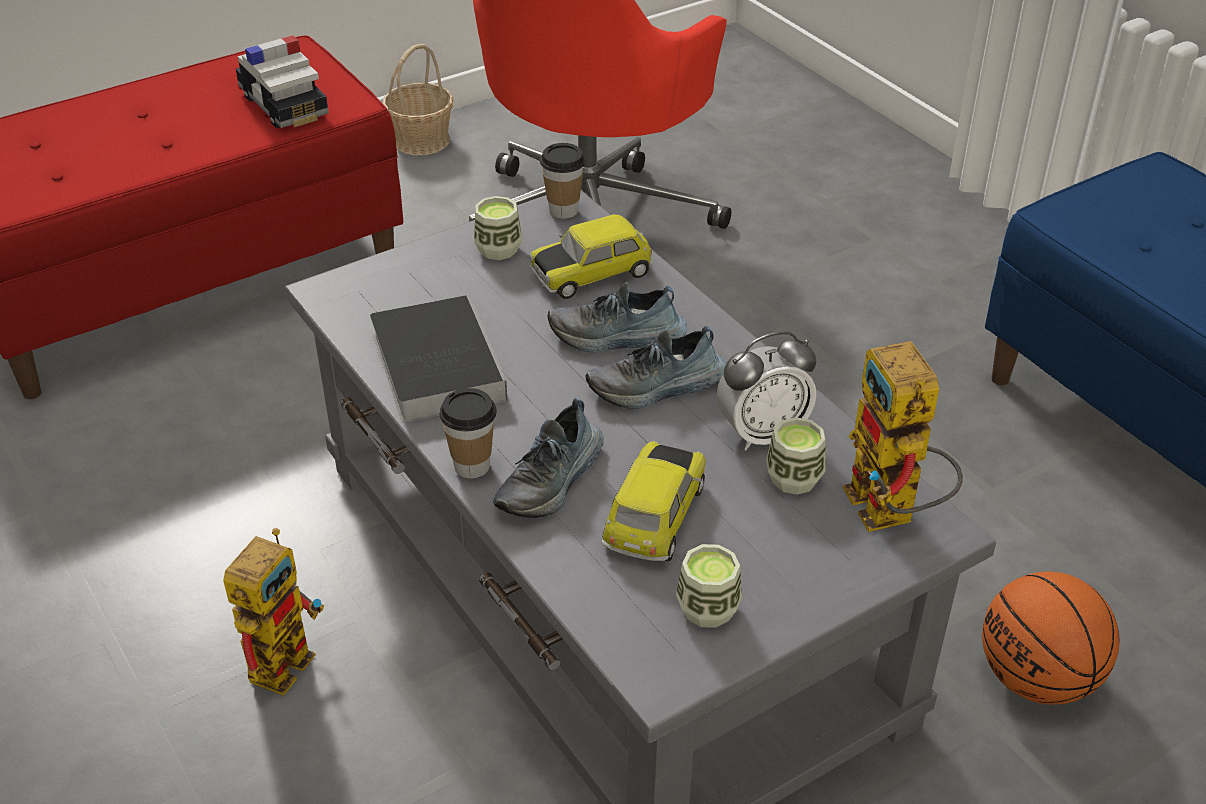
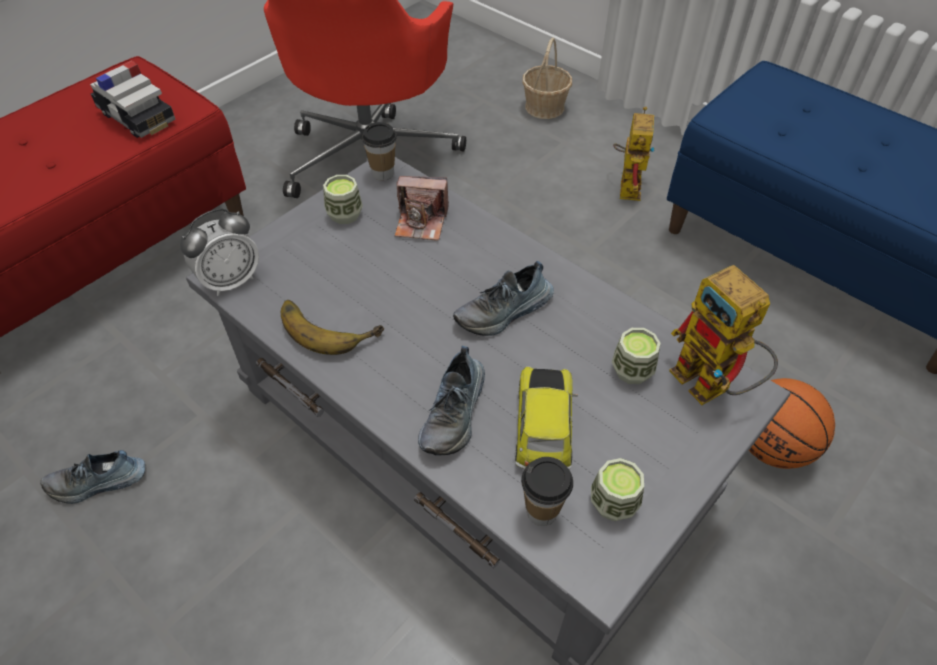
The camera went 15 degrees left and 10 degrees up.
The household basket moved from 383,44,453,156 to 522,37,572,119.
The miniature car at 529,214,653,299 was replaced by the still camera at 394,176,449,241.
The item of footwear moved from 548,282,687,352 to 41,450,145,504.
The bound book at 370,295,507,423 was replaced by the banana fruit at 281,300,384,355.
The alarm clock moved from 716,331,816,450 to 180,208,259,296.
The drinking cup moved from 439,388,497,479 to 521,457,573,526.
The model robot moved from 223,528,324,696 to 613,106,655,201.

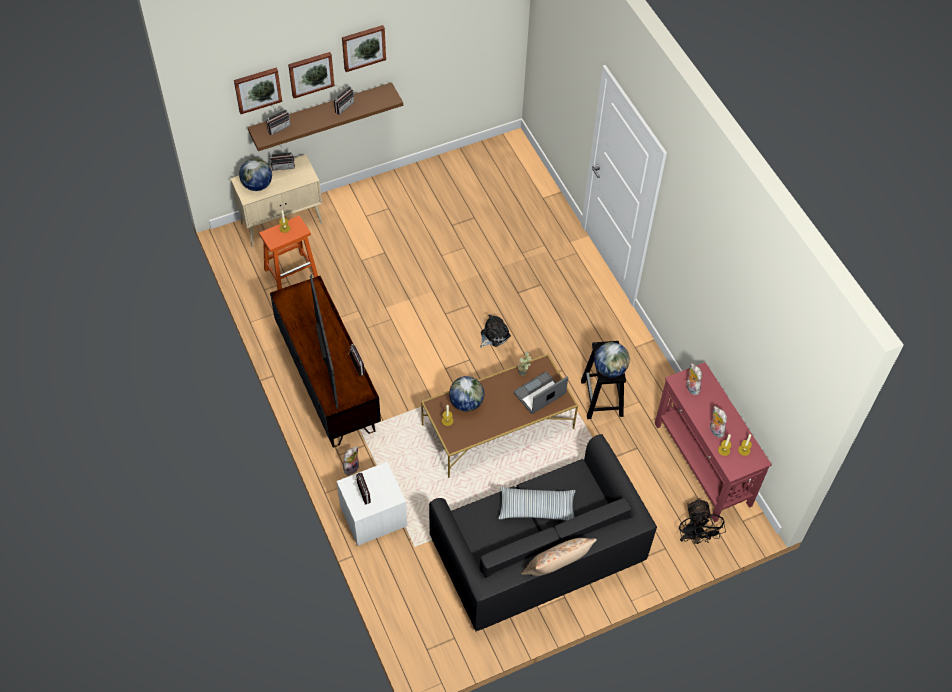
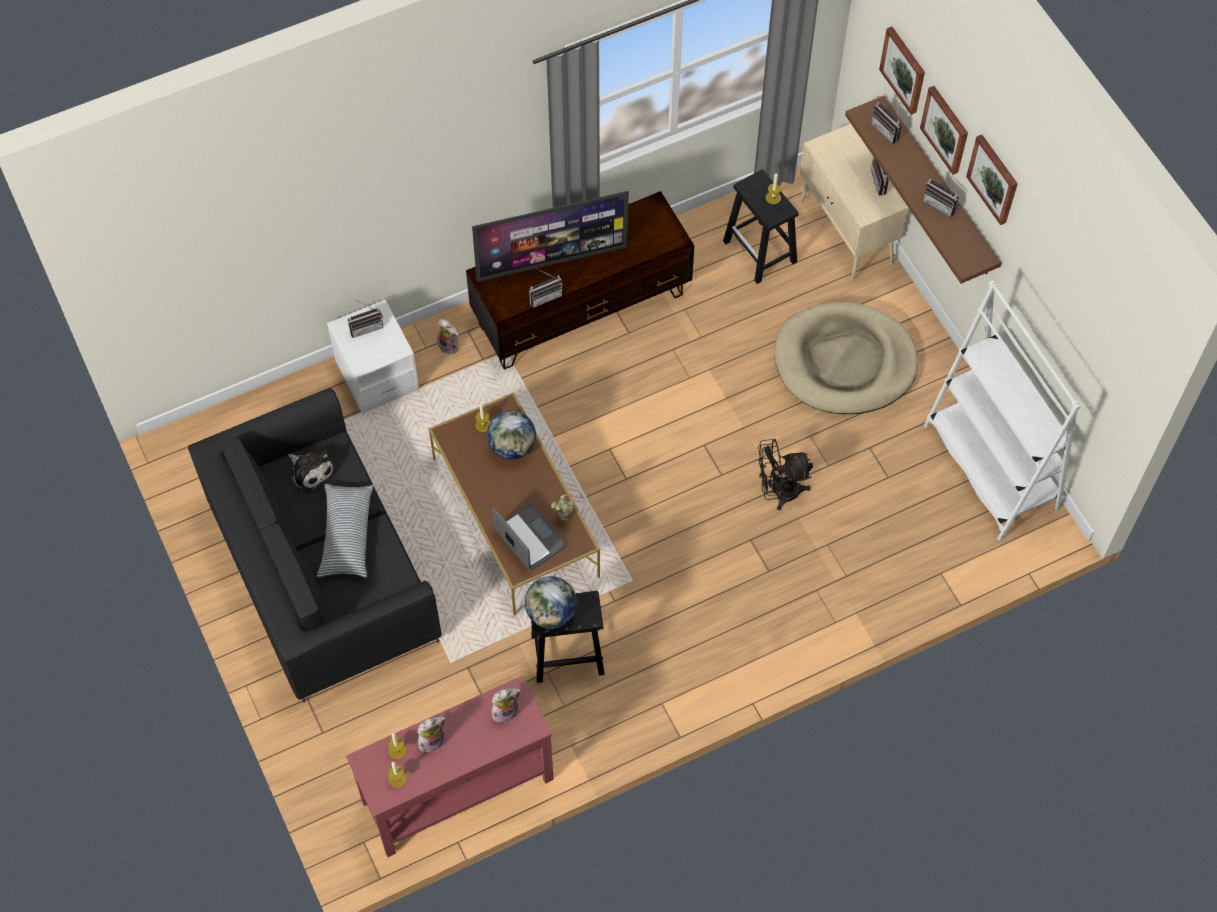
The camera went 90 degrees right and 5 degrees up.
The globe at 239,158,272,191 disappeared.
The orangey stool seat at 259,216,318,290 became the blackish stool seat at 723,169,799,284.
The cuddly toy moved from 480,314,511,348 to 288,450,335,493.
The blackish cooling fan moved from 679,498,726,544 to 758,439,813,511.
The sand-coloured throw pillow at 521,538,597,576 disappeared.
The whitish shelving unit at 924,280,1080,541 appeared.
The sand-coloured dog bed at 774,302,918,414 appeared.

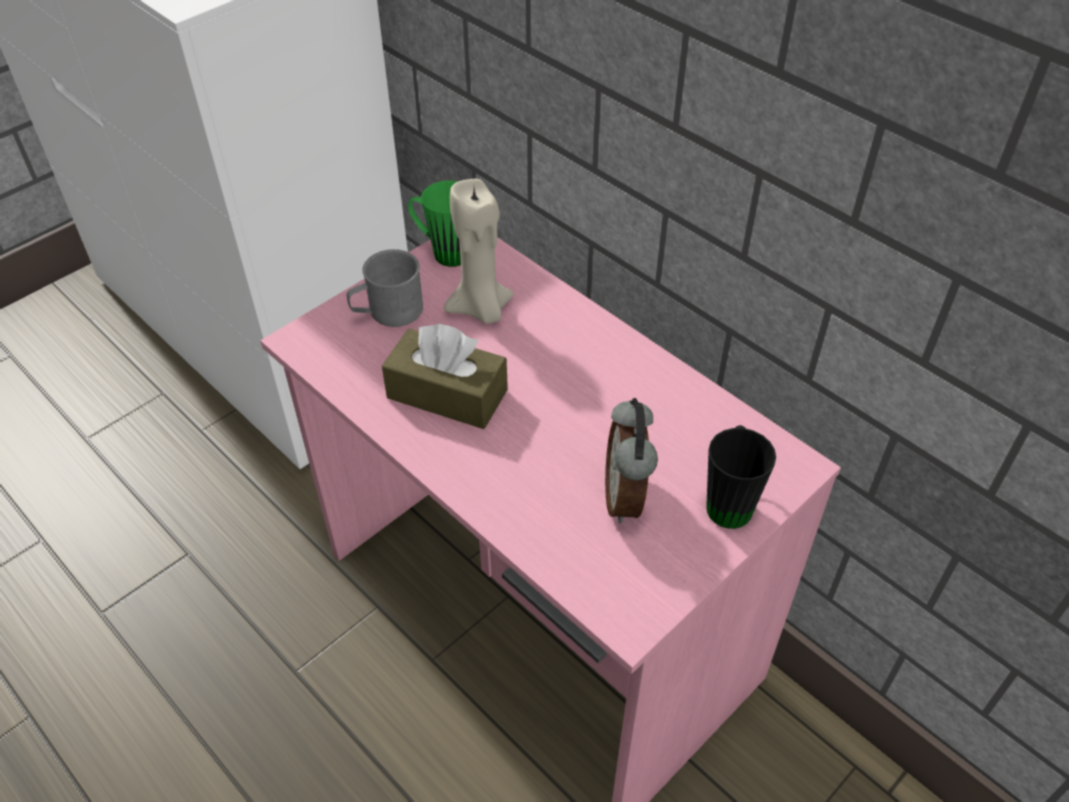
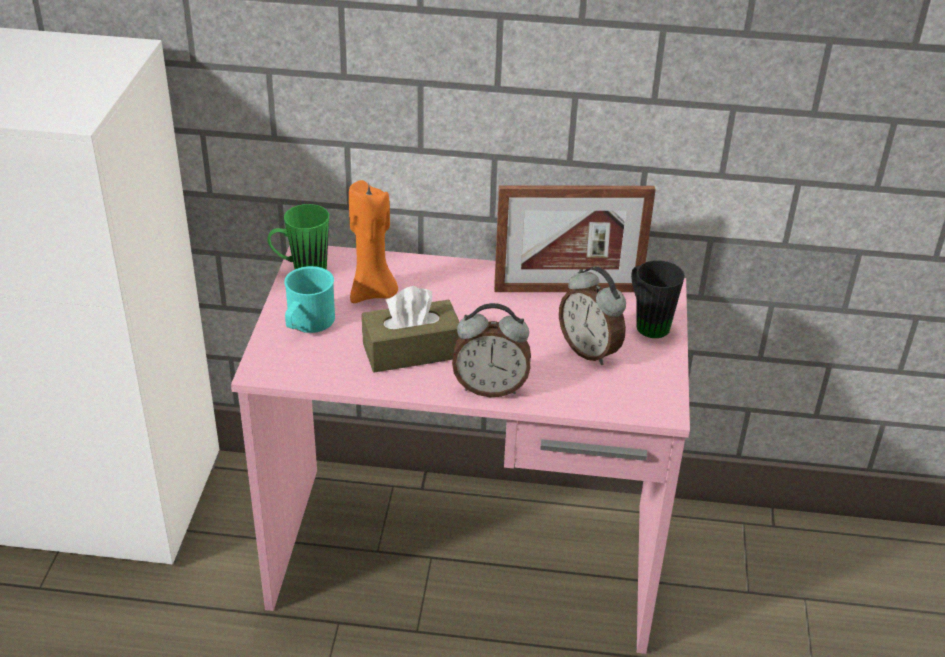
The camera went 40 degrees left and 10 degrees down.
The sand-coloured wax light at 444,179,514,324 became the orangey wax light at 349,180,398,303.
The grey tea mug at 346,249,423,327 became the blue-green tea mug at 284,266,335,333.
The photo frame at 494,185,656,292 appeared.
The alarm clock at 452,303,531,397 appeared.

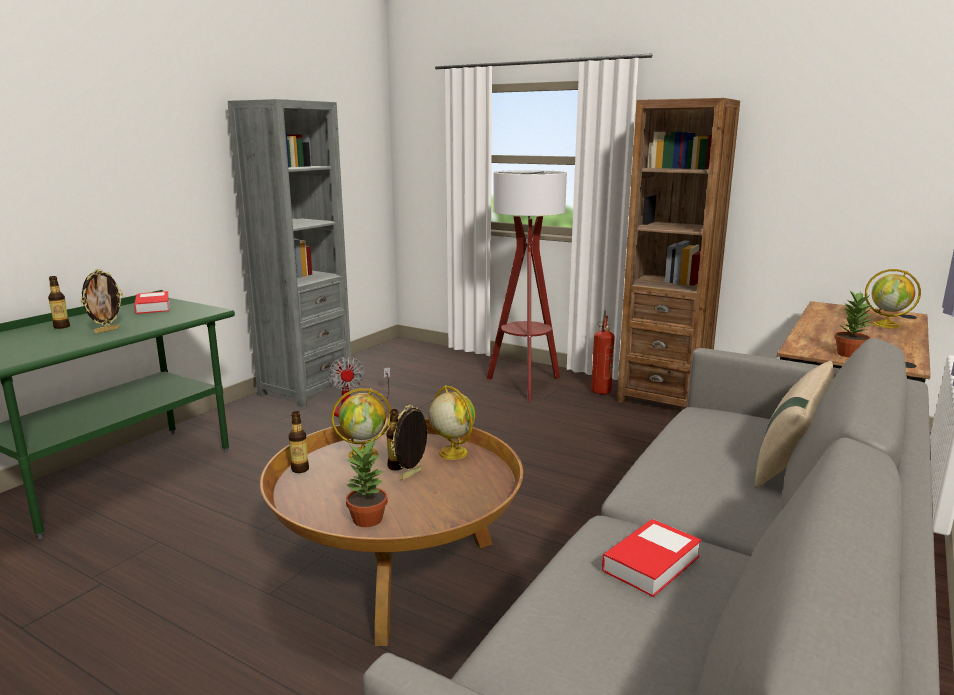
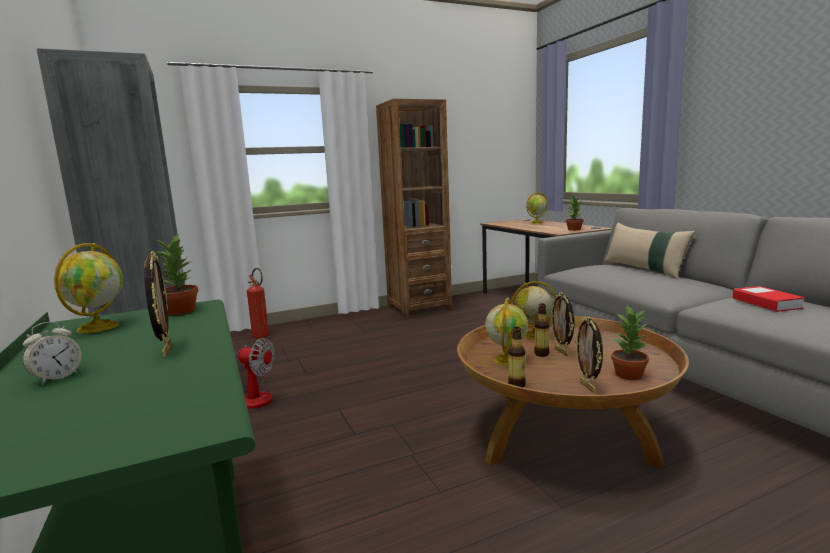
The camera went 55 degrees left and 5 degrees down.
The standard lamp at 487,170,567,401 disappeared.
The beverage bottle at 48,276,70,329 was replaced by the alarm clock at 23,322,82,385.
The bound book at 134,291,170,314 was replaced by the globe at 54,243,123,334.
The fire-fighting cylinder moved from 591,310,615,394 to 247,268,269,339.
The houseplant at 155,233,198,315 appeared.
The photo frame at 575,316,603,393 appeared.

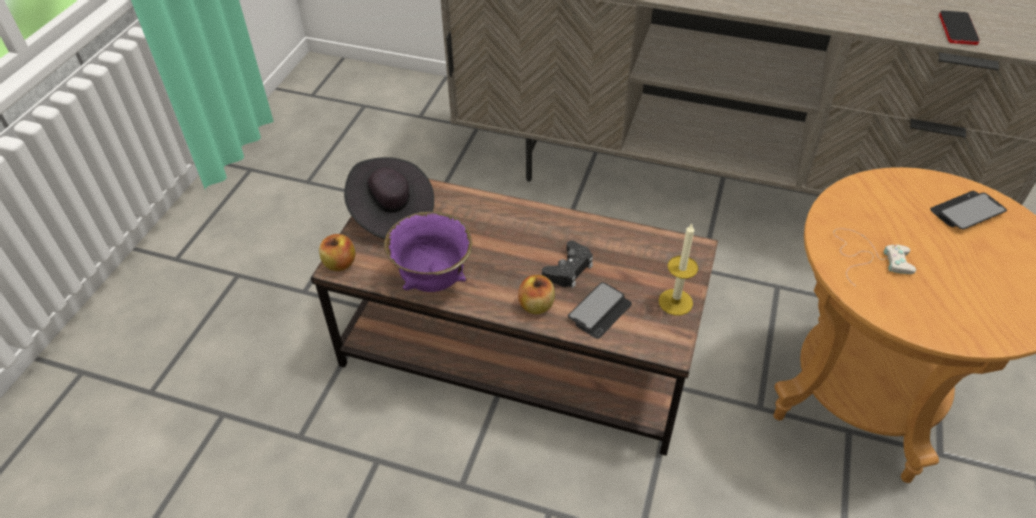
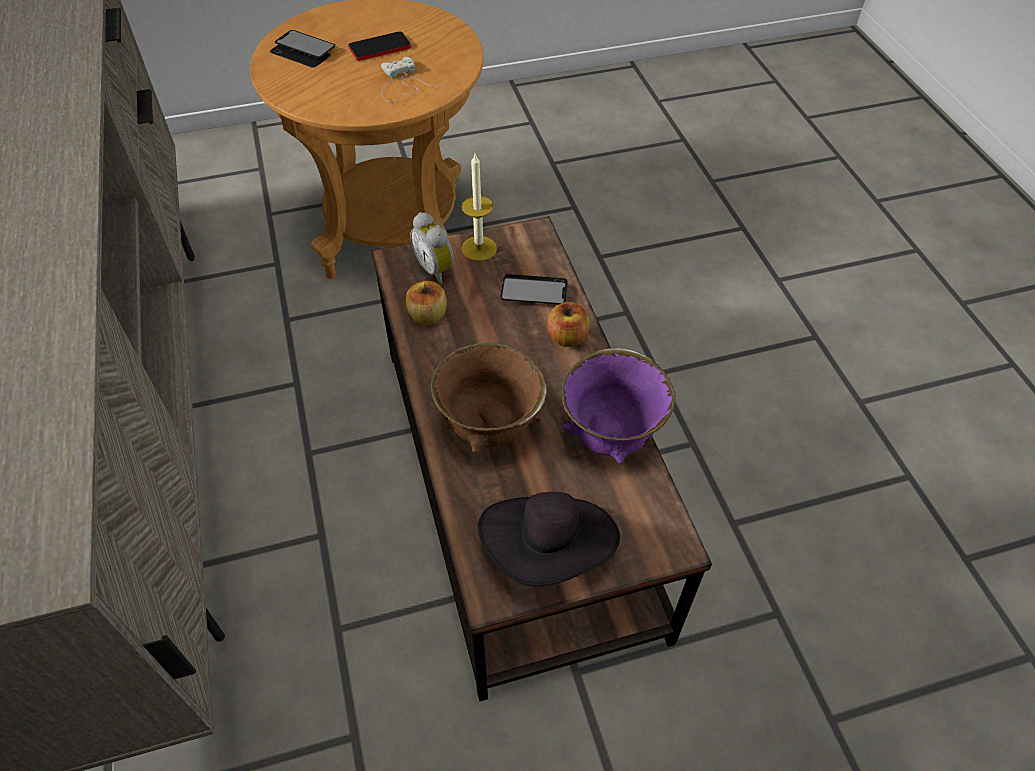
The camera went 125 degrees left and 5 degrees up.
The telephone moved from 939,11,980,45 to 348,32,411,61.
The apple moved from 319,234,355,271 to 406,281,447,325.
The blackish joypad at 542,240,593,288 disappeared.
The alarm clock at 410,212,454,285 appeared.
The brown-coloured serving bowl at 431,343,547,453 appeared.

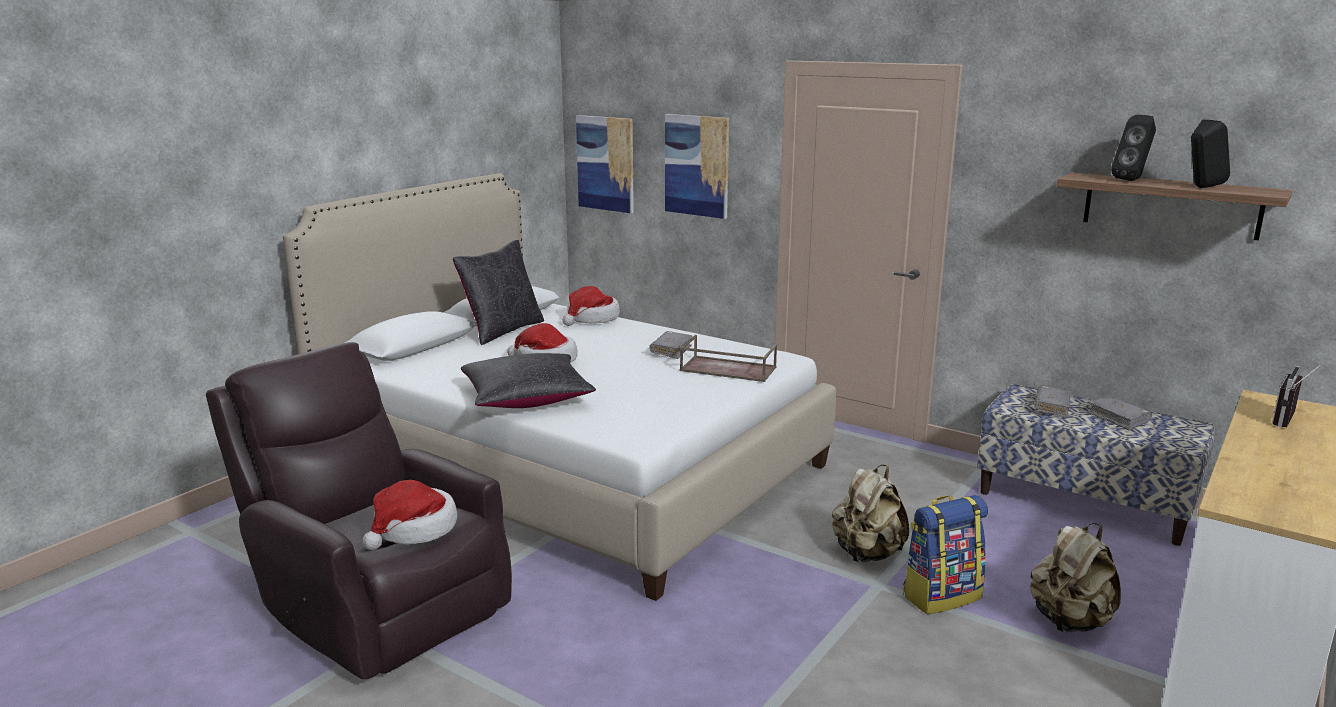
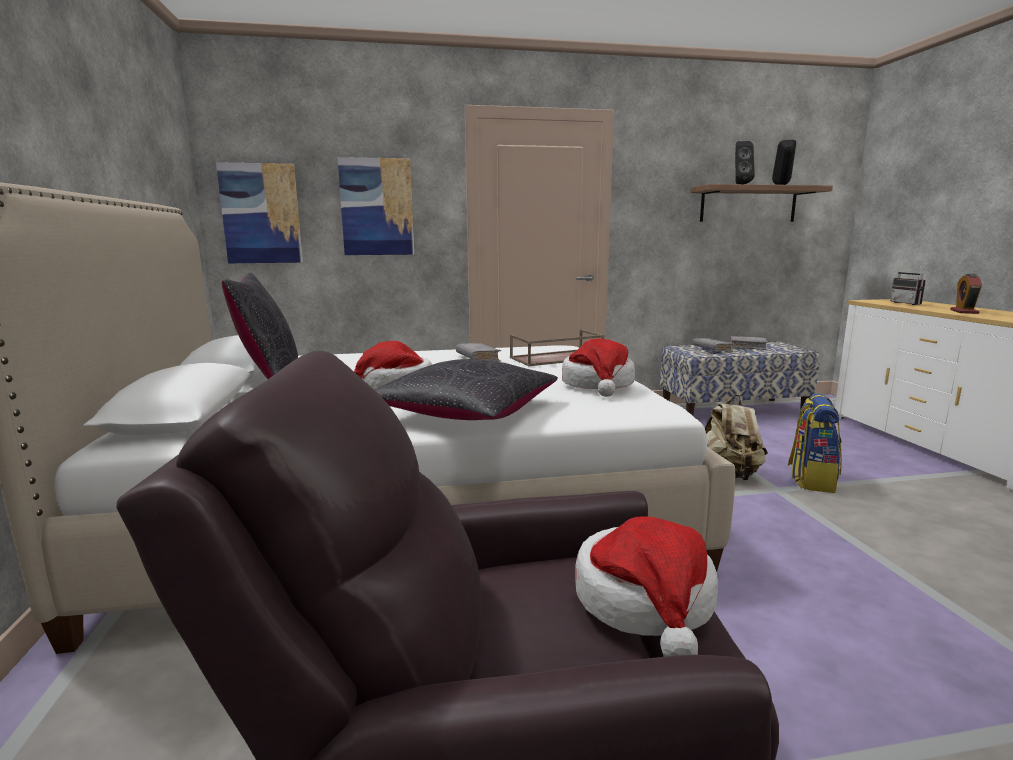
The camera went 45 degrees left and 5 degrees down.
The hat moved from 562,286,620,326 to 562,338,635,397.
The sand-coloured knapsack at 1030,523,1121,632 disappeared.
The alarm clock at 950,274,982,314 appeared.

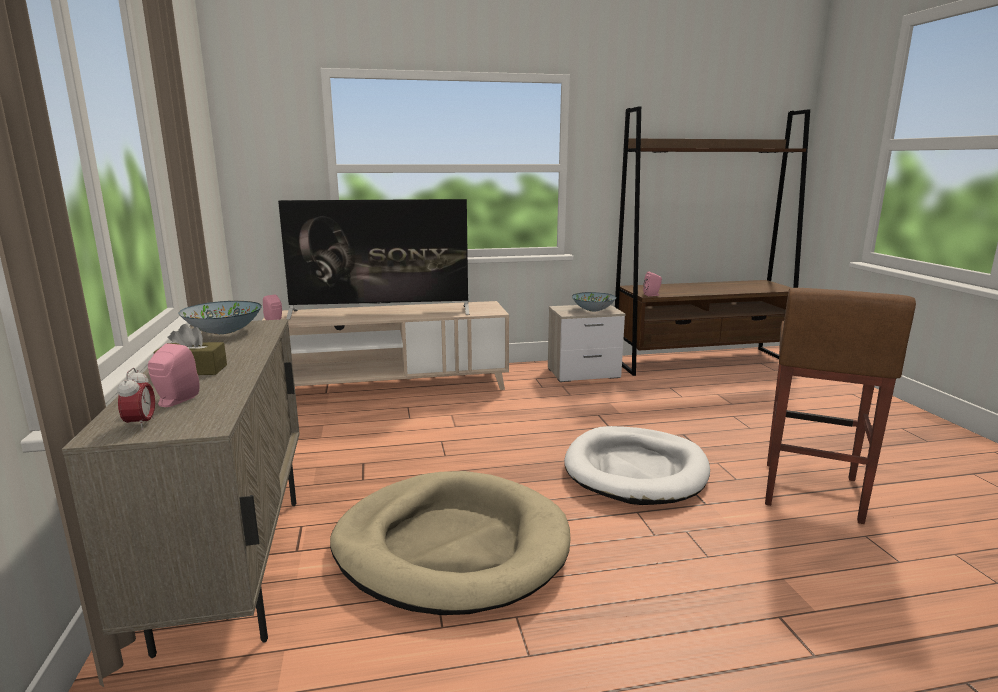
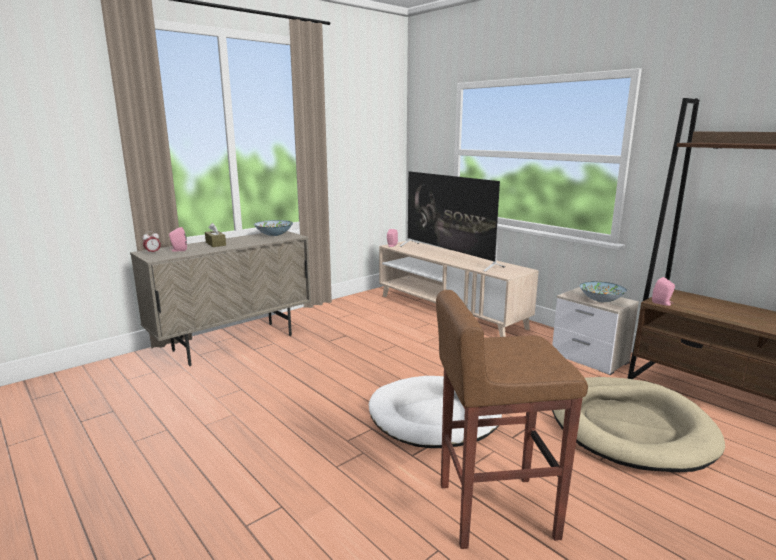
The camera went 60 degrees right and 0 degrees up.
The sand-coloured dog bed moved from 330,471,571,615 to 552,377,725,472.

